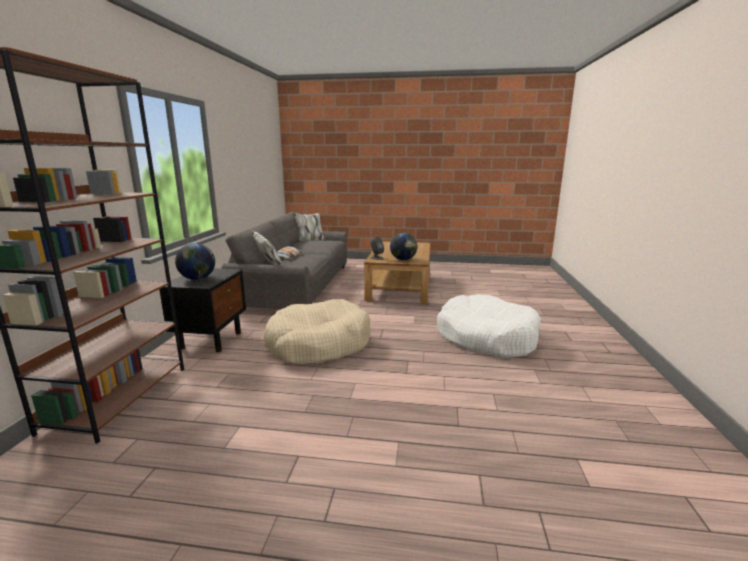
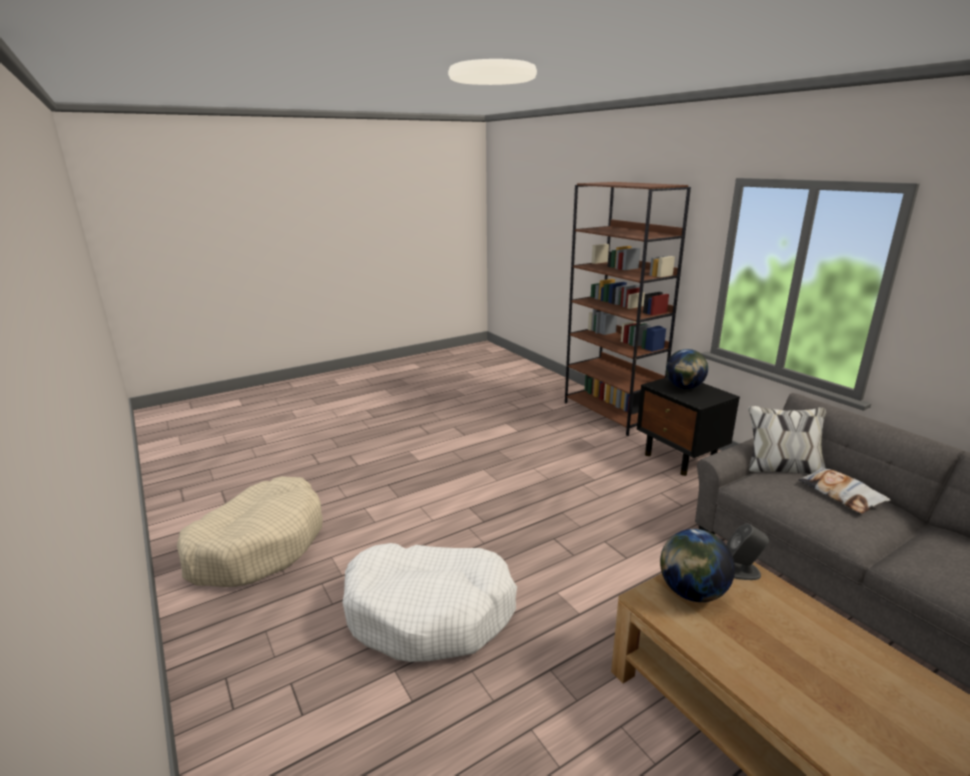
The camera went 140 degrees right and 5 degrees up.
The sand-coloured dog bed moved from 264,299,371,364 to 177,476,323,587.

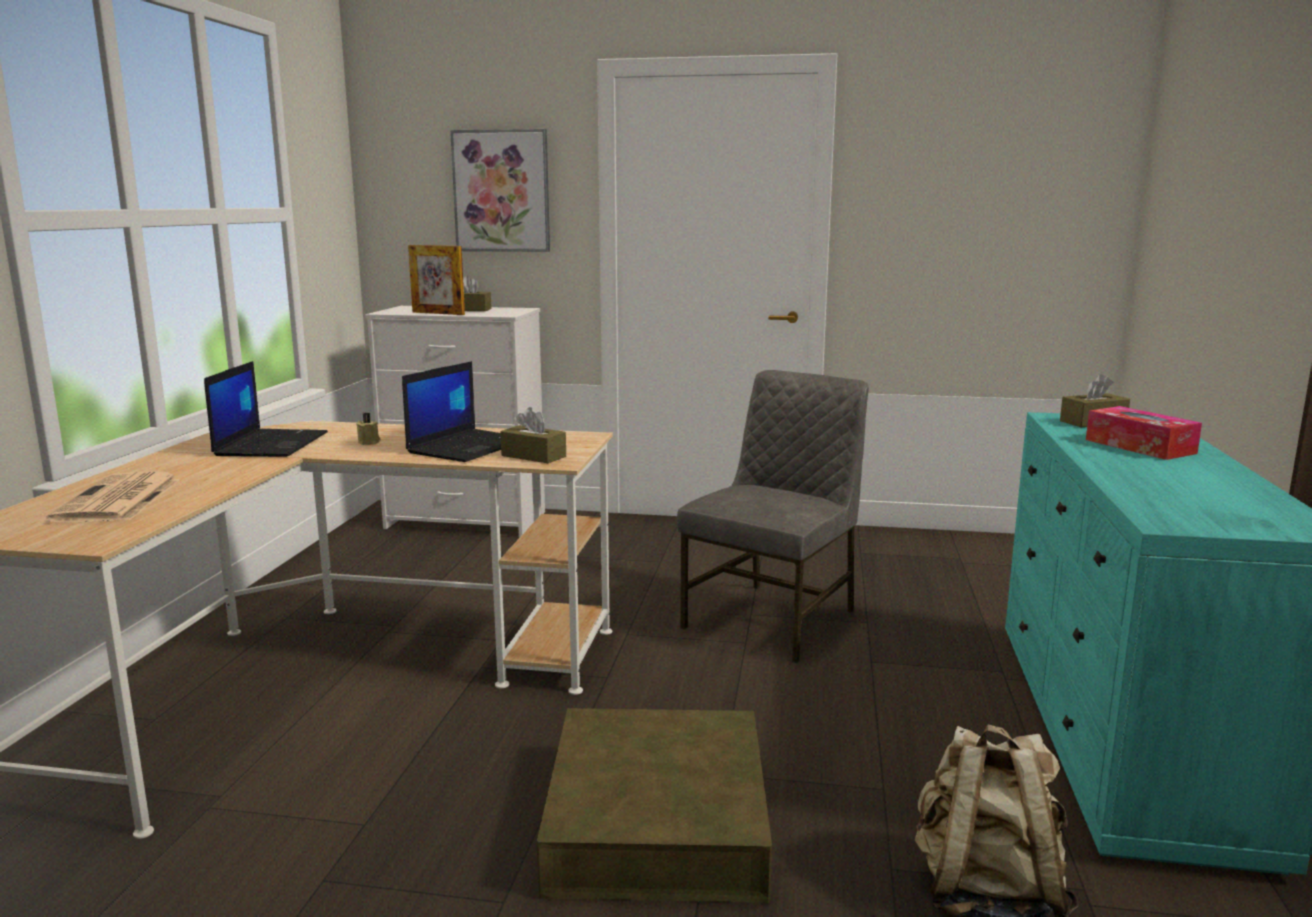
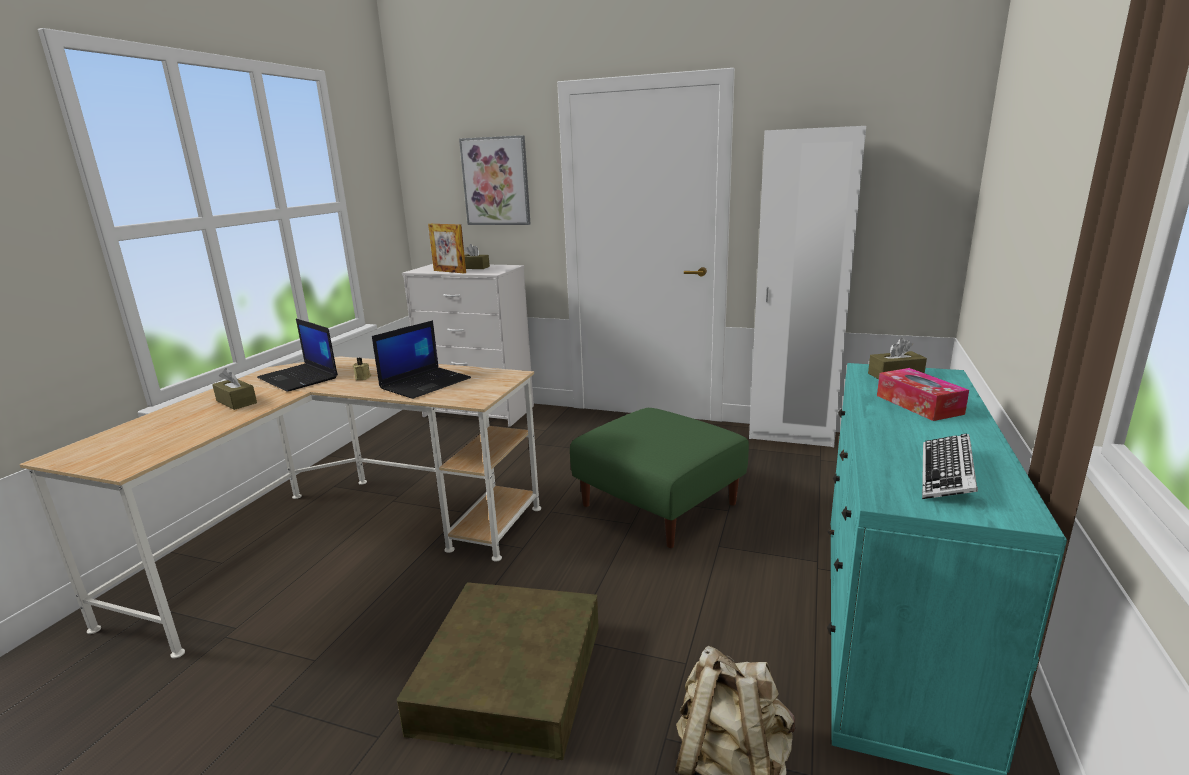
The camera went 10 degrees right and 5 degrees up.
The portable computer at 204,361,328,457 turned 120 degrees clockwise.
The grey upright chair at 677,370,869,663 was replaced by the green pouffe at 570,408,749,548.
The brown-coloured tissue holder moved from 500,407,566,463 to 212,368,257,410.
The printed paper at 46,472,180,523 disappeared.
The whitish wardrobe at 749,126,866,447 appeared.
The PC keyboard at 922,434,978,499 appeared.

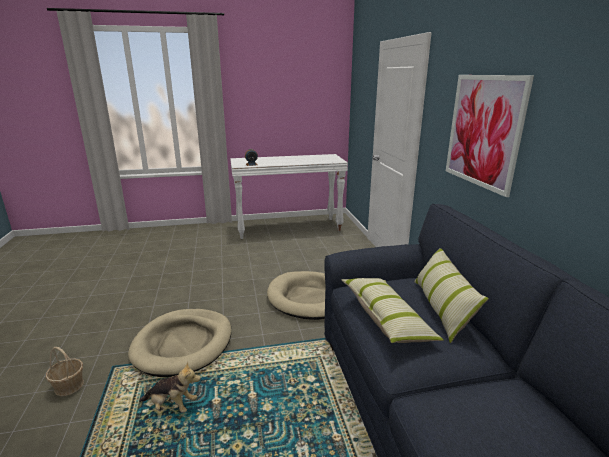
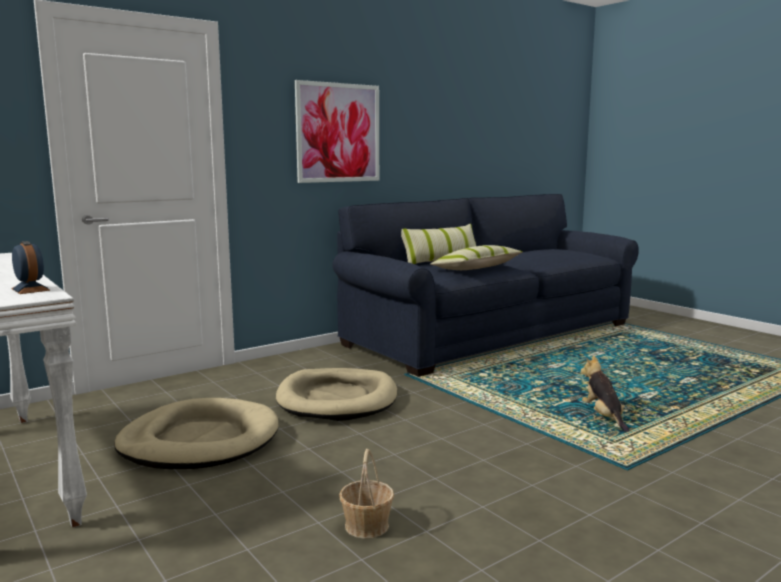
The camera went 115 degrees left and 10 degrees down.
The sand-coloured dog bed moved from 128,309,231,377 to 114,398,279,469.
The household basket moved from 46,347,84,396 to 339,449,394,539.

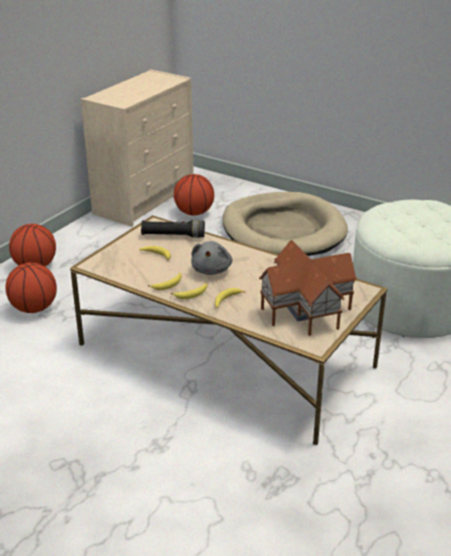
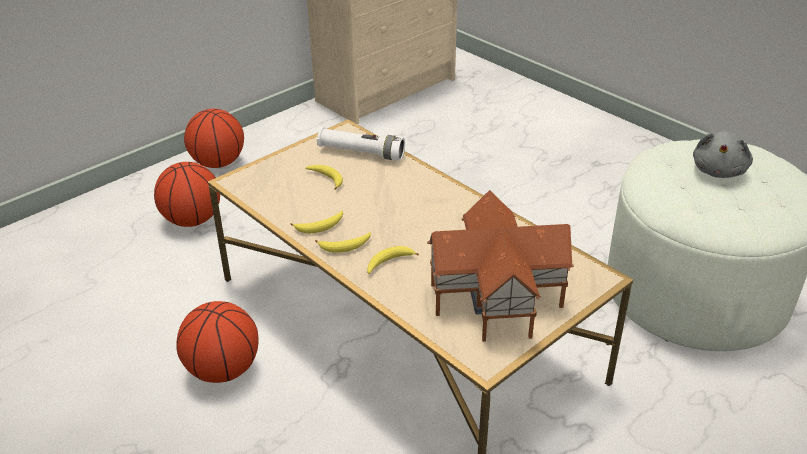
The camera went 15 degrees right and 5 degrees up.
The basketball moved from 174,174,214,216 to 176,301,258,383.
The sand-coloured dog bed at 223,192,348,256 disappeared.
The blackish torch at 141,220,205,238 became the whitish torch at 317,127,405,160.
The grey cuddly toy moved from 191,241,232,275 to 693,131,753,178.

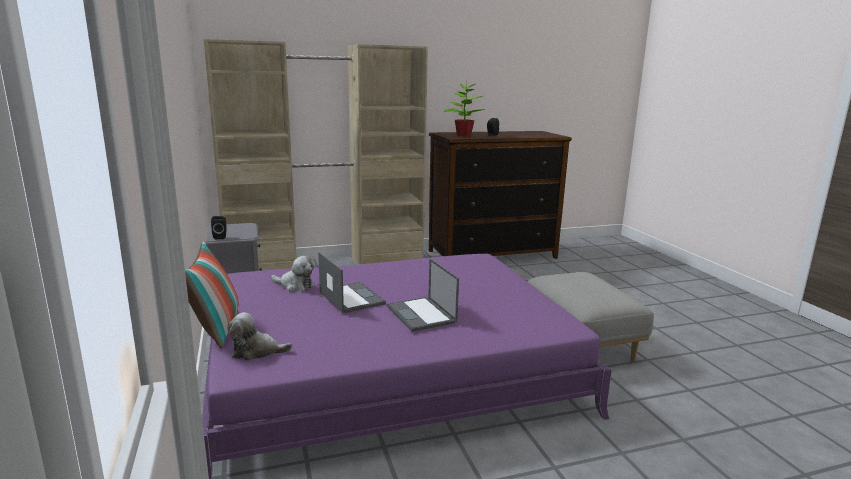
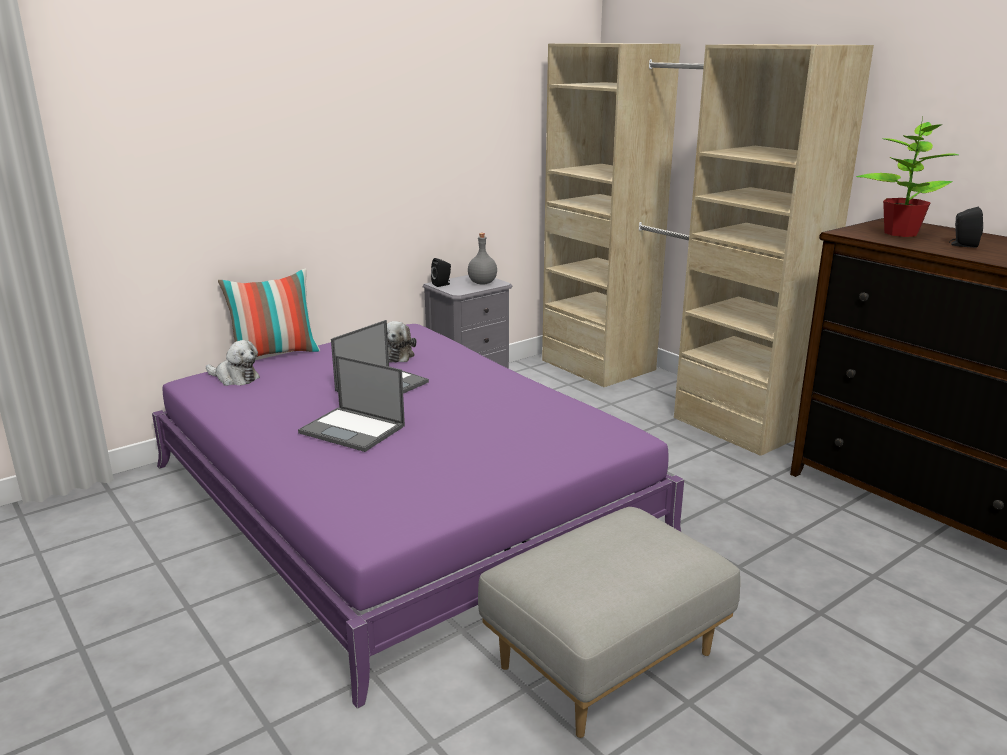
The camera went 70 degrees right and 5 degrees up.
The portable computer at 387,259,459,332 turned 105 degrees counterclockwise.
The cuddly toy at 227,312,292,361 turned 135 degrees clockwise.
The grey beverage bottle at 468,233,497,285 appeared.

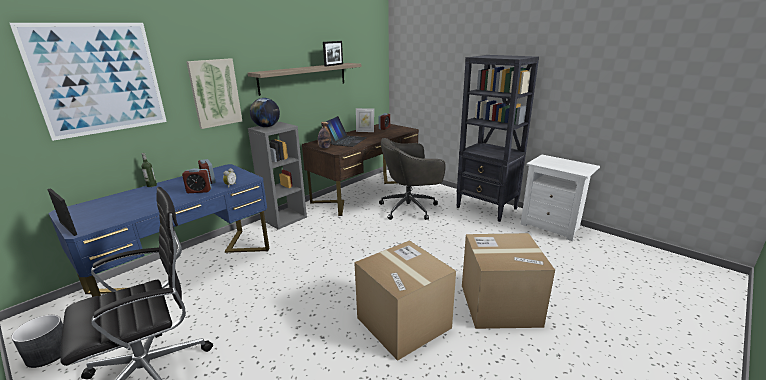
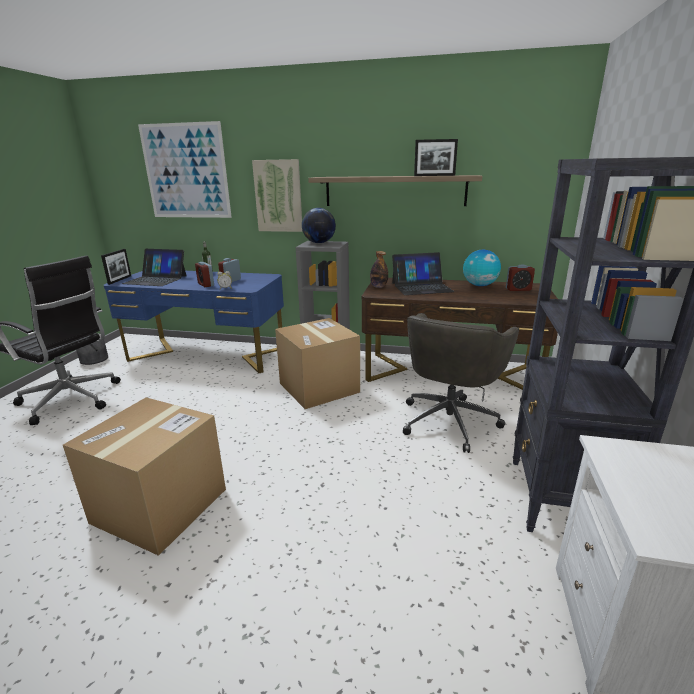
The camera went 60 degrees right and 0 degrees up.
The photo frame at 356,108,374,132 was replaced by the globe at 463,250,501,286.
The grey computer chair at 379,138,446,220 turned 105 degrees counterclockwise.
The carton moved from 462,233,555,329 to 275,318,360,409.
The portable computer at 122,249,187,286 appeared.

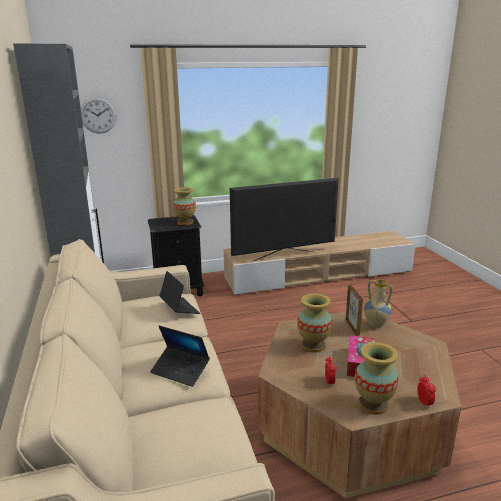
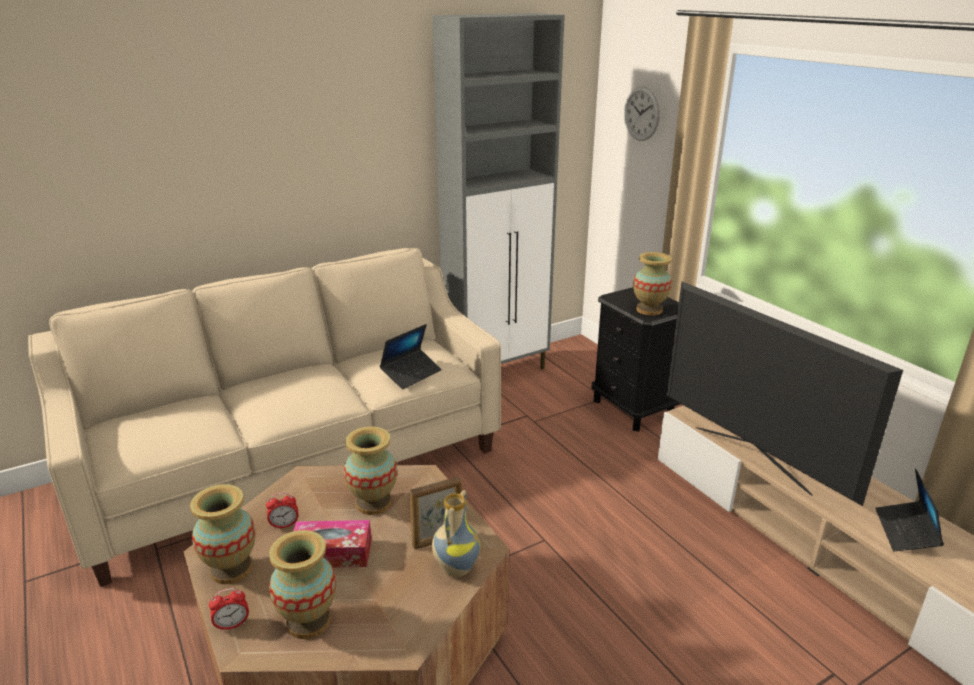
The camera went 75 degrees right and 5 degrees up.
The portable computer moved from 150,326,210,387 to 875,468,944,551.
The flower vase at 269,530,336,639 appeared.

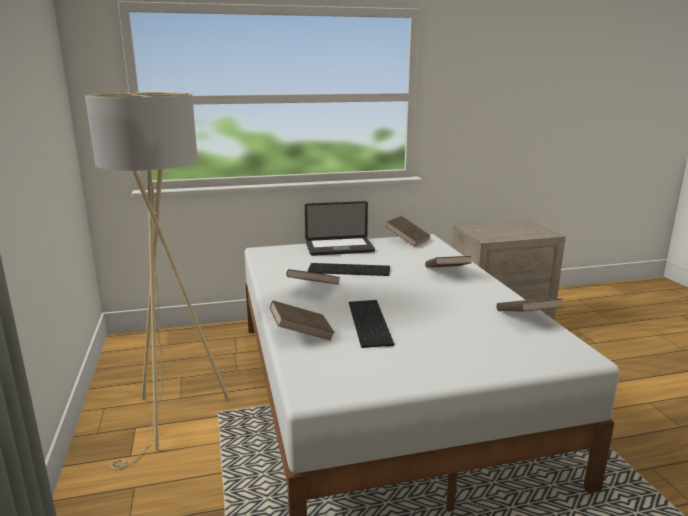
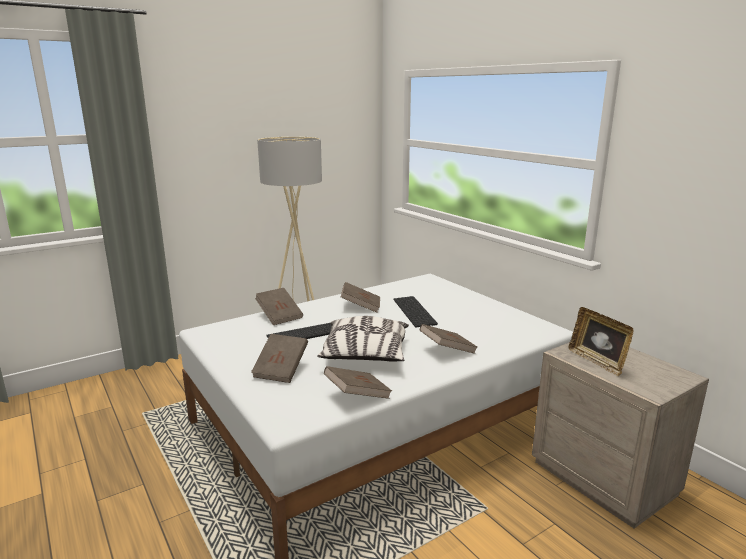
The camera went 70 degrees right and 0 degrees up.
The portable computer at 305,201,375,256 disappeared.
The brown-coloured bound book moved from 385,216,430,247 to 251,334,308,383.
The photo frame at 569,307,633,376 appeared.
The throw pillow at 317,316,409,362 appeared.

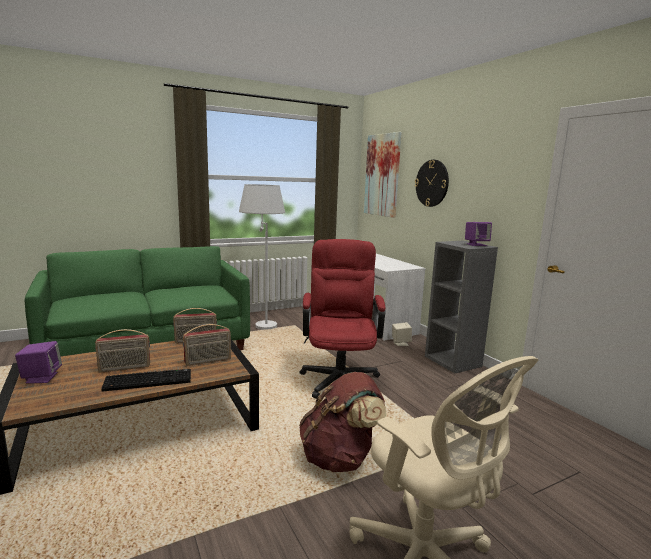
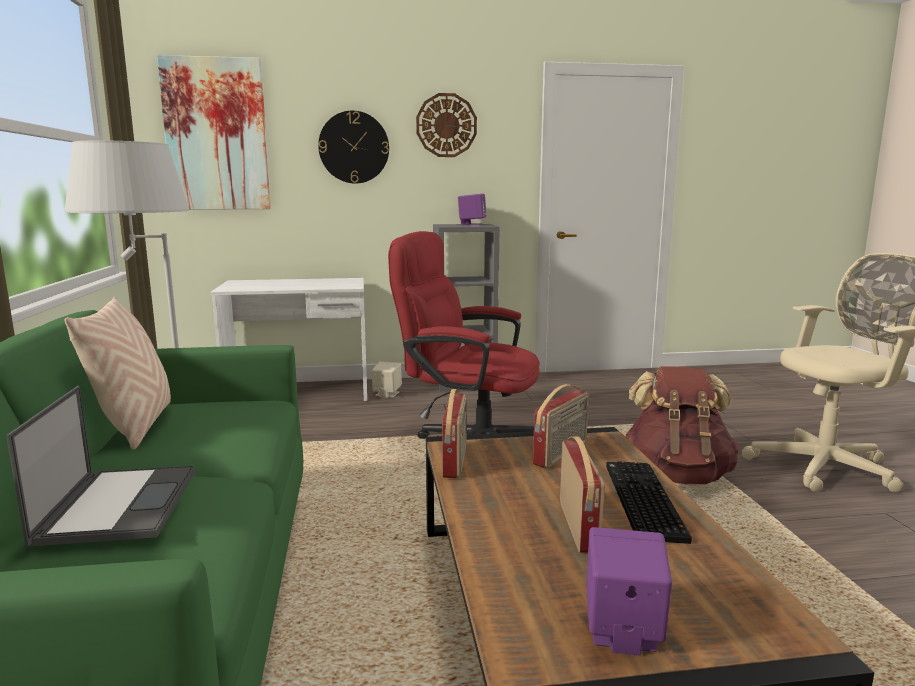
The camera went 70 degrees left and 0 degrees up.
The radio set at 183,324,231,366 turned 45 degrees clockwise.
The wall clock at 416,93,477,157 appeared.
The sand-coloured throw pillow at 65,297,171,450 appeared.
The portable computer at 6,386,196,547 appeared.

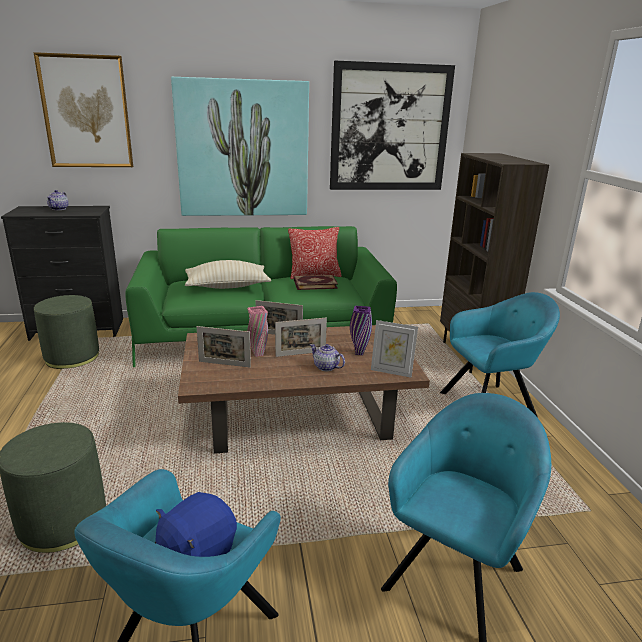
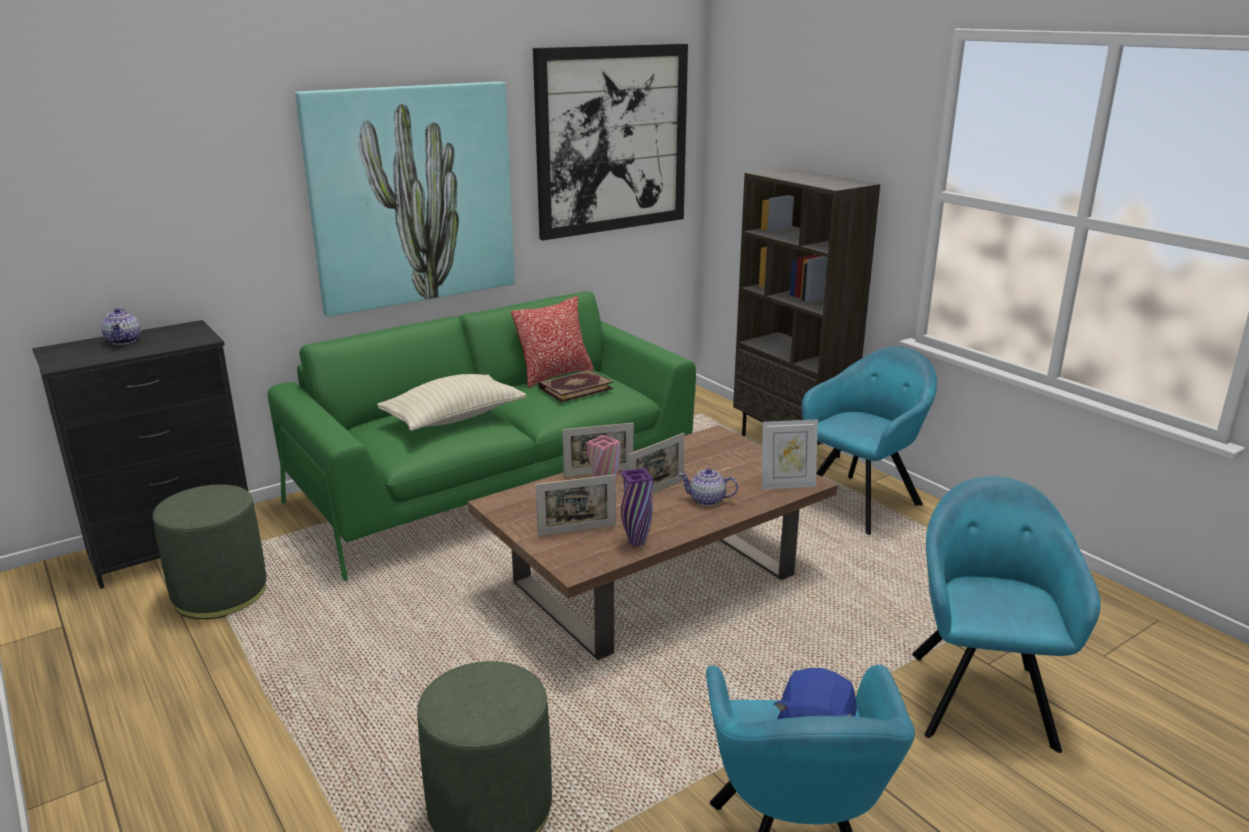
The camera went 25 degrees left and 0 degrees up.
The picture at 33,52,133,167 disappeared.
The purplish flower vase moved from 350,306,372,355 to 621,468,654,547.

